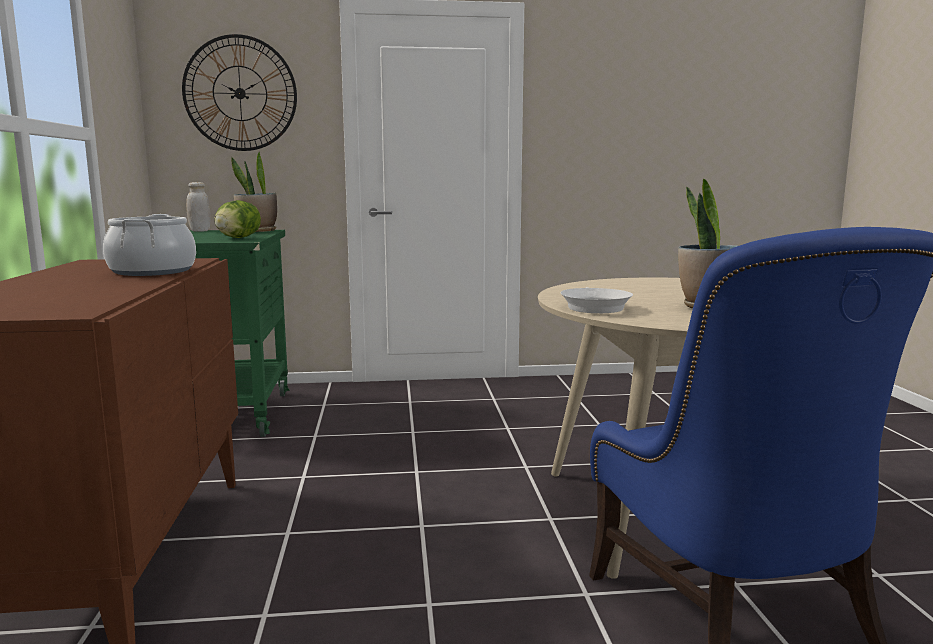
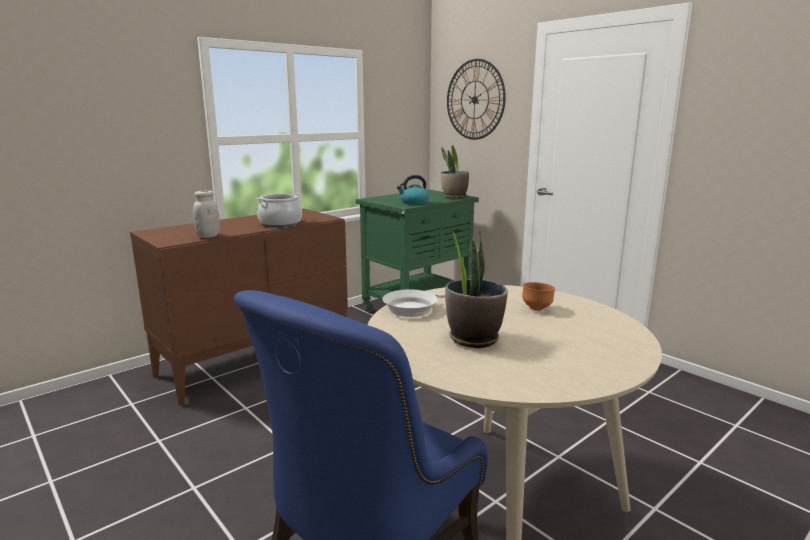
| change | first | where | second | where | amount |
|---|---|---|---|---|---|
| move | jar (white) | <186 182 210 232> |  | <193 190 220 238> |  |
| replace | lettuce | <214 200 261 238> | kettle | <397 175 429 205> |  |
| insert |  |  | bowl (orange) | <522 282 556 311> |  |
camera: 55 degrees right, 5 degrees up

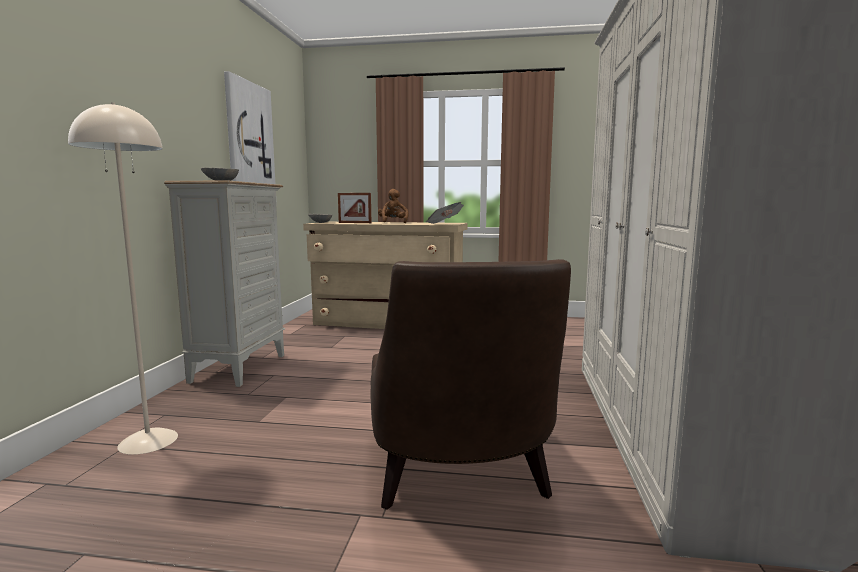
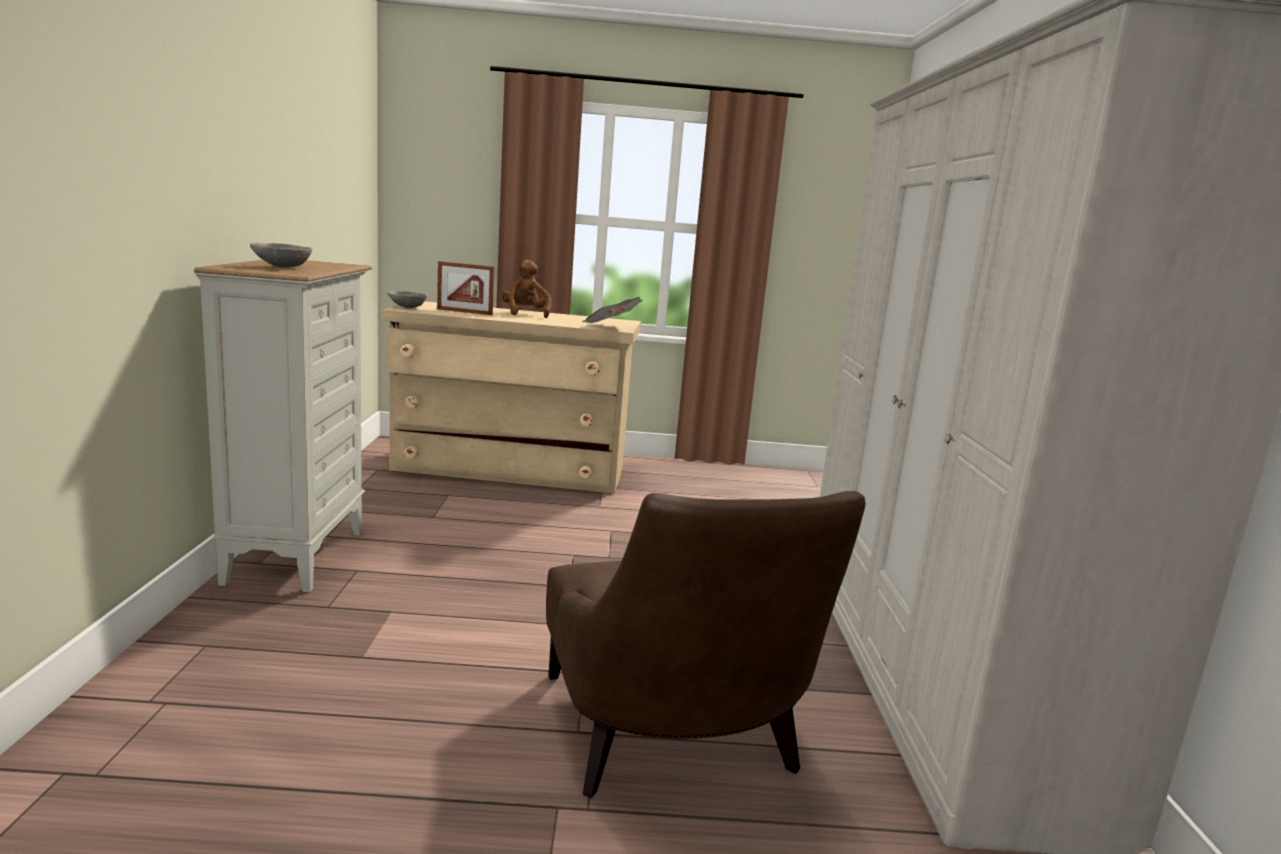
| change | first | where | second | where | amount |
|---|---|---|---|---|---|
| delete | floor lamp (beige) | <68 102 178 455> |  |  |  |
| delete | picture | <224 71 277 206> |  |  |  |
camera: 10 degrees left, 5 degrees up

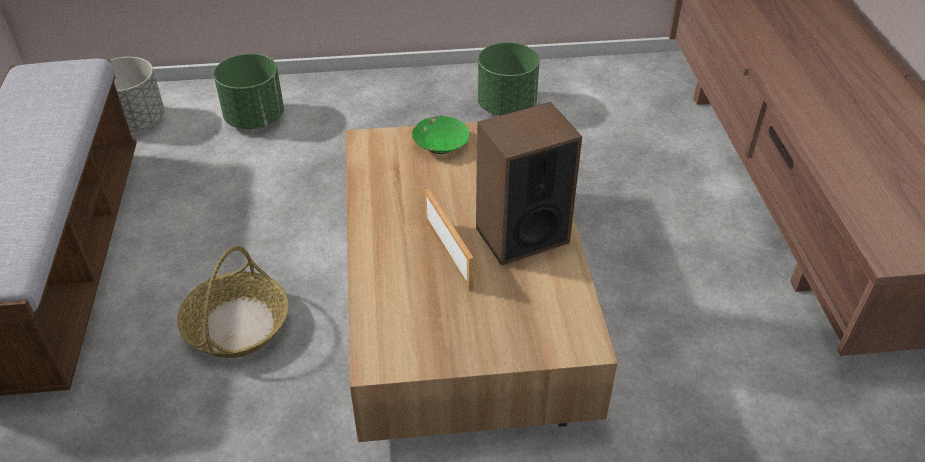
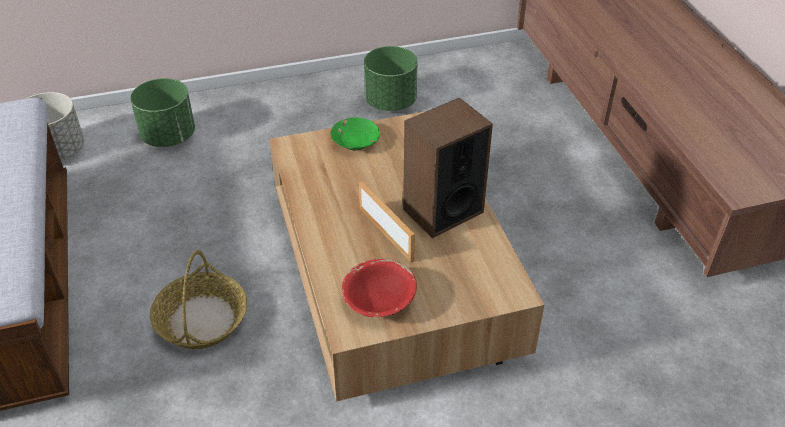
| change | first | where | second | where | amount |
|---|---|---|---|---|---|
| insert |  |  | bowl (red) | <342 258 417 317> |  |
camera: 10 degrees left, 0 degrees up

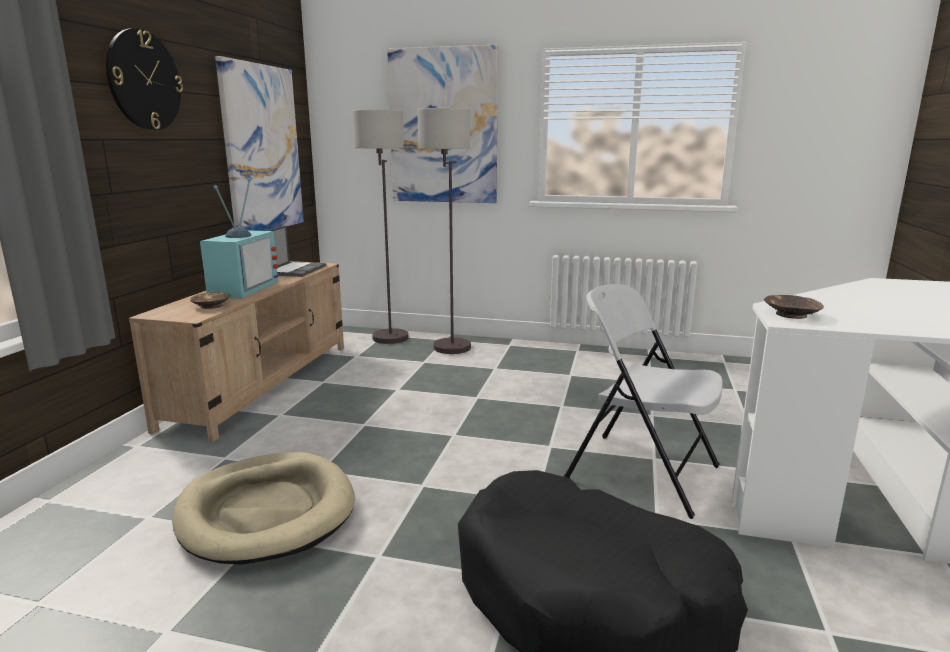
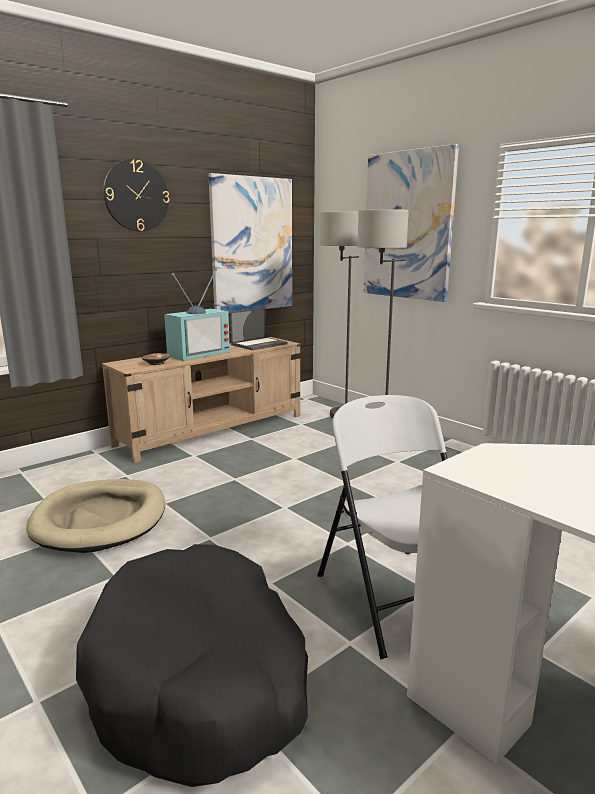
| change | first | where | second | where | amount |
|---|---|---|---|---|---|
| delete | bowl (brown) | <764 295 824 319> |  |  |  |
camera: 35 degrees right, 0 degrees up

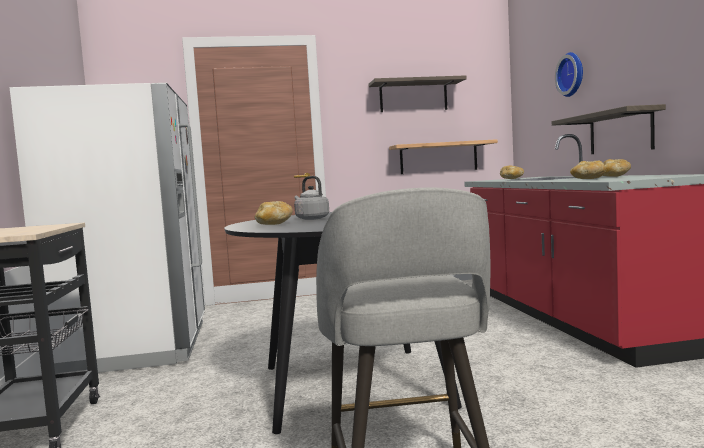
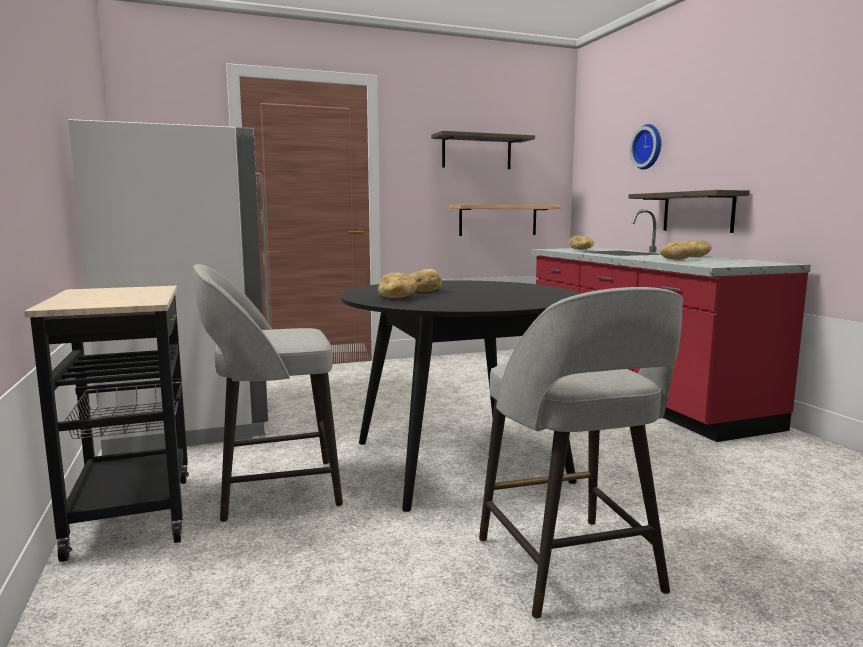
| change | first | where | second | where | amount |
|---|---|---|---|---|---|
| replace | kettle (grey) | <294 176 329 220> | bread | <409 269 442 292> |  |
| insert |  |  | stool (grey) | <193 264 343 522> |  |
camera: 10 degrees left, 5 degrees up

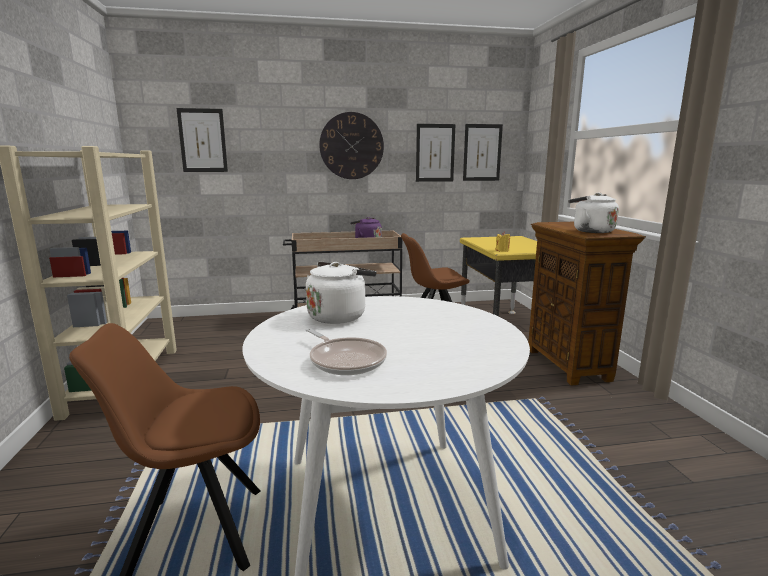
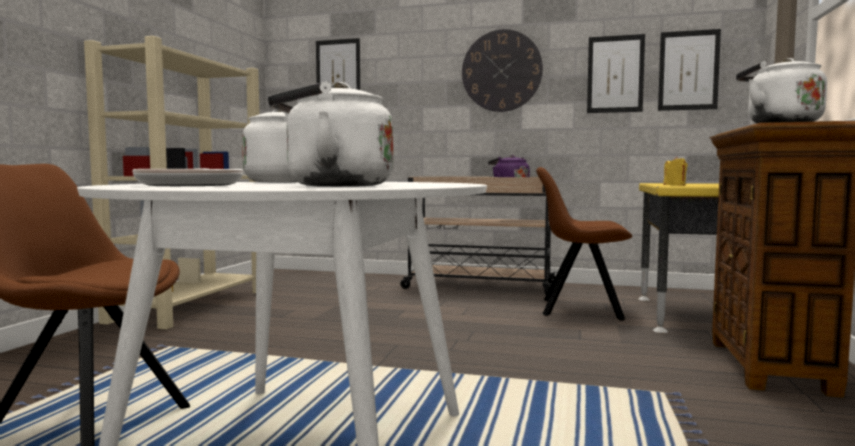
| change | first | where | second | where | amount |
|---|---|---|---|---|---|
| insert |  |  | kettle (white) | <268 81 393 187> |  |
camera: 25 degrees right, 10 degrees down

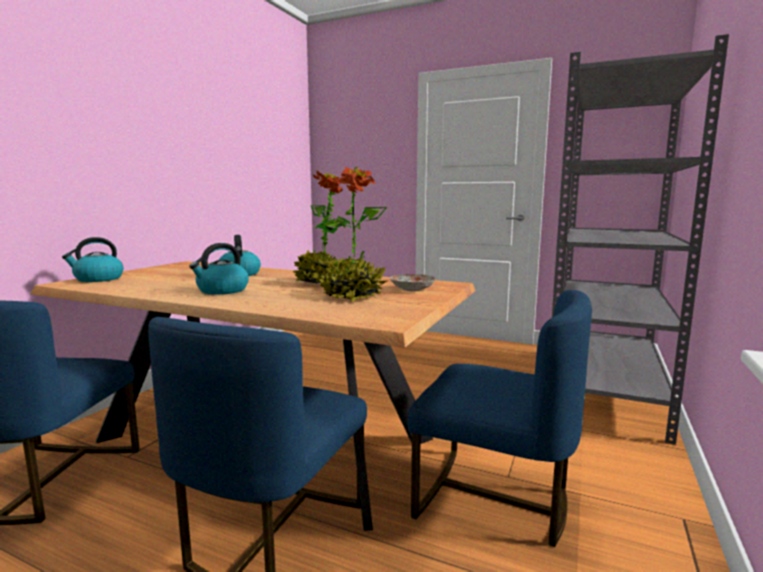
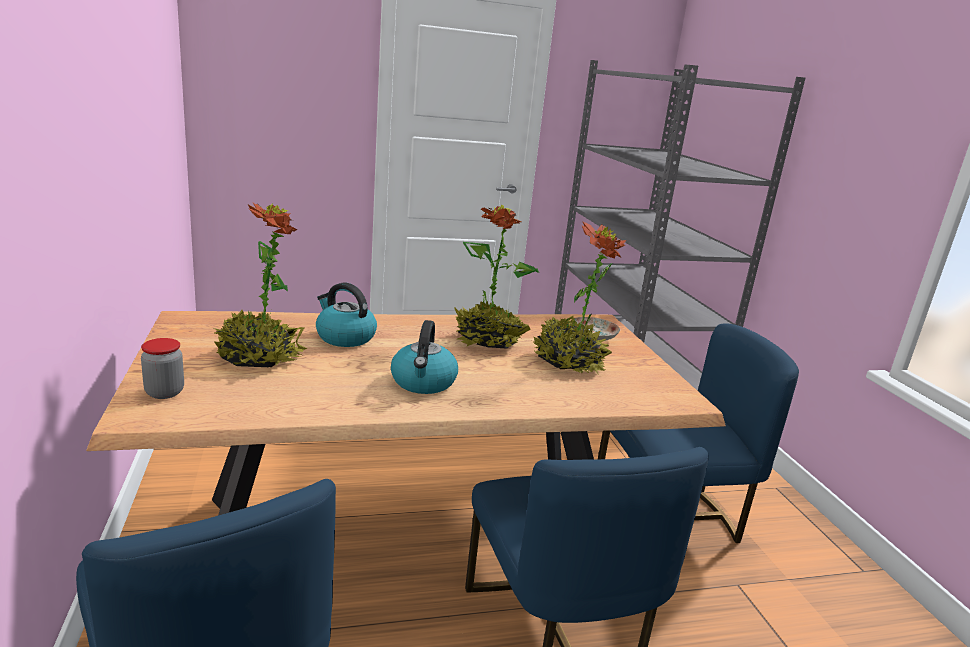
| change | first | where | second | where | amount |
|---|---|---|---|---|---|
| replace | kettle | <62 237 123 282> | jar | <141 338 184 399> |  |
| insert |  |  | potted plant | <214 203 307 367> |  |
camera: 40 degrees left, 10 degrees up

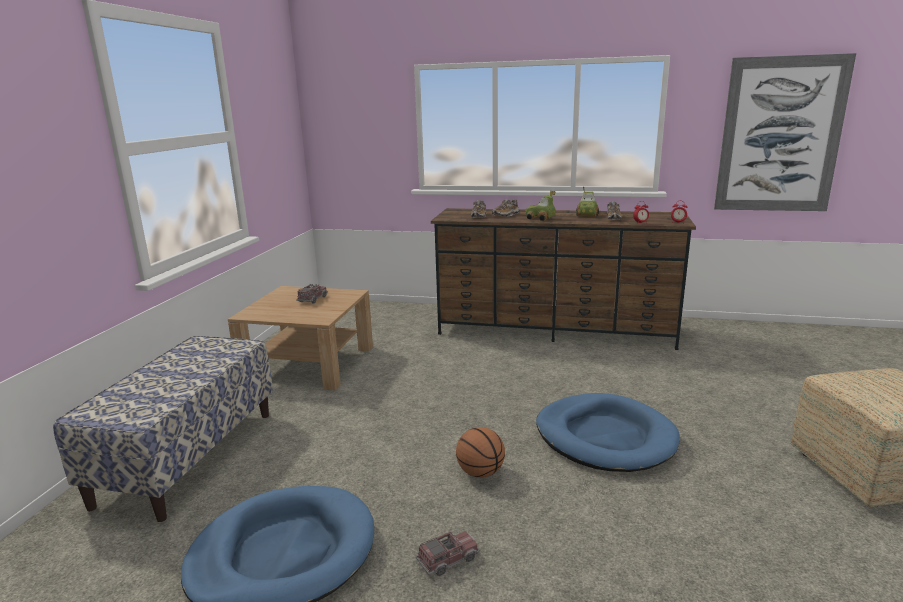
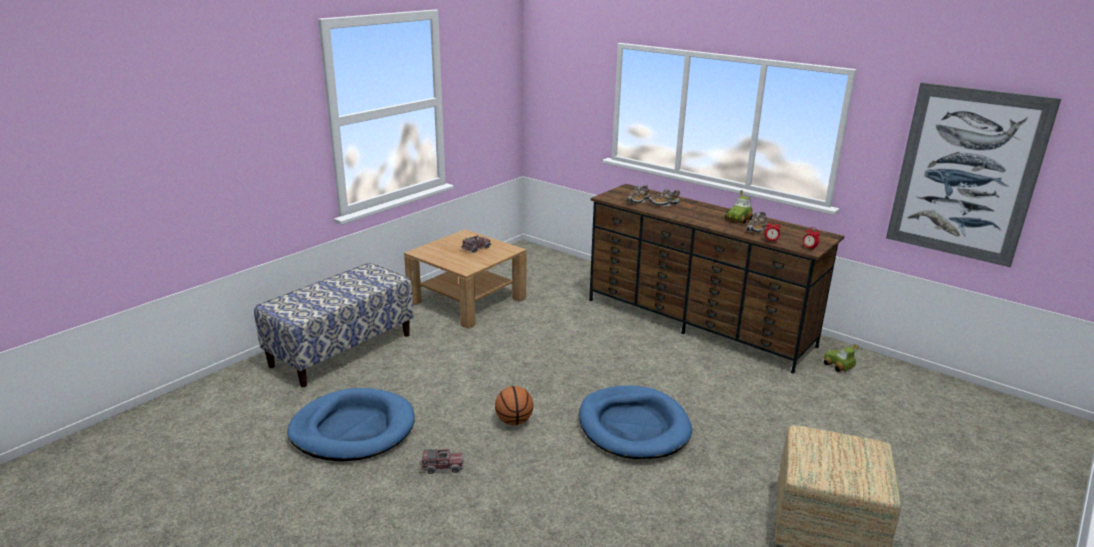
| change | first | where | second | where | amount |
|---|---|---|---|---|---|
| move | toy car | <526 191 555 221> |  | <824 344 858 372> |  |
camera: 25 degrees right, 5 degrees up

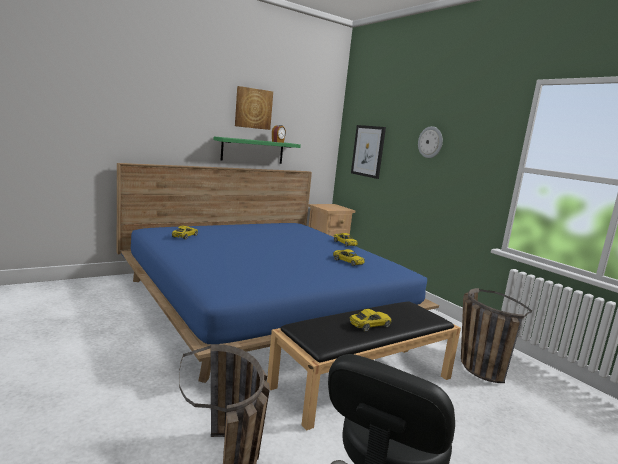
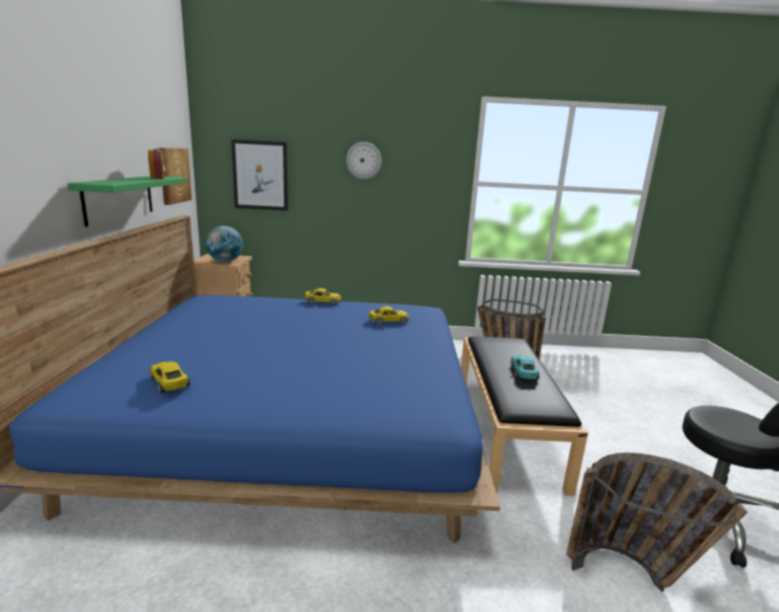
| change | first | where | second | where | amount |
|---|---|---|---|---|---|
| move | picture | <235 86 273 130> |  | <159 148 192 205> |  |
| recolor | toy car (yellow) | <350 309 392 332> | toy car (turquoise) | <511 355 539 380> |  |
| insert |  |  | globe | <205 226 243 262> |  |
camera: 55 degrees left, 5 degrees up

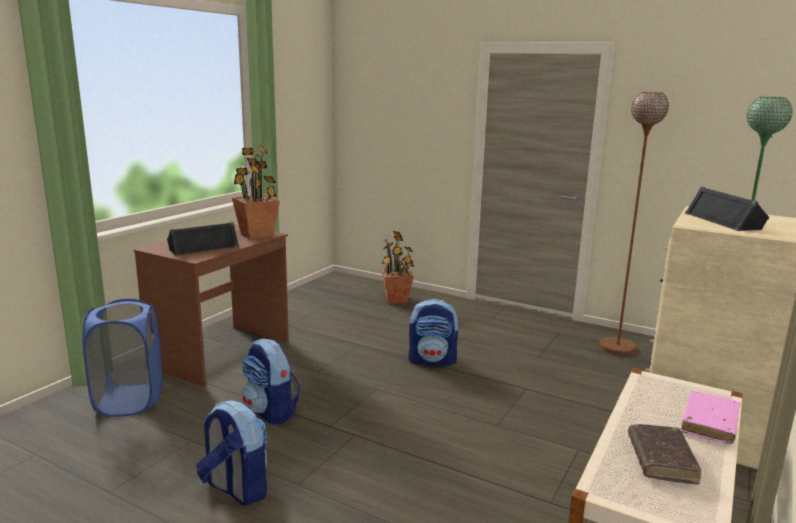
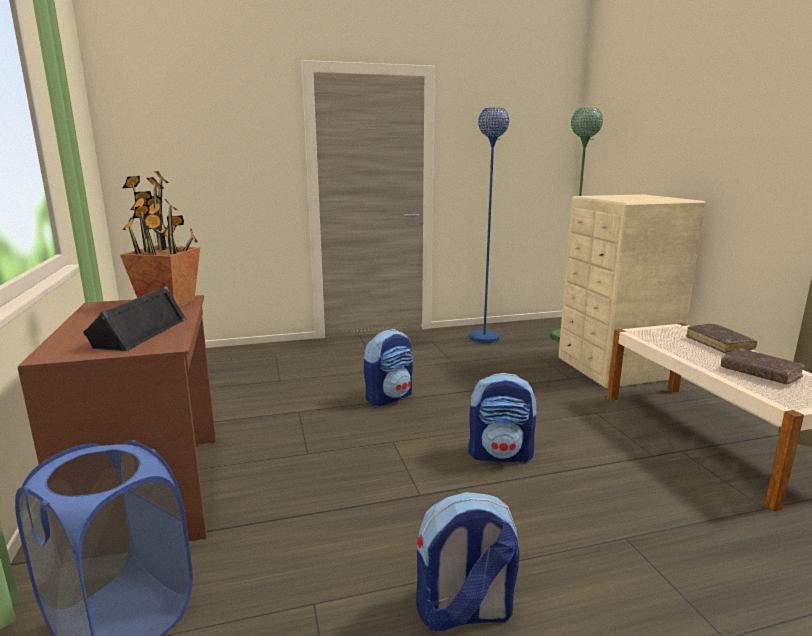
| change | first | where | second | where | amount |
|---|---|---|---|---|---|
| move | backpack | <242 338 300 425> |  | <468 373 538 463> |  |
| delete | potted plant | <382 231 414 303> |  |  |  |
| recolor | floor lamp (brown) | <600 92 669 355> | floor lamp (blue) | <469 107 509 343> |  |
| recolor | book (pink) | <681 391 740 444> | book (brown) | <686 324 757 354> |  |
| delete | speaker (black) | <685 186 769 231> |  |  |  |
camera: 45 degrees left, 0 degrees up

